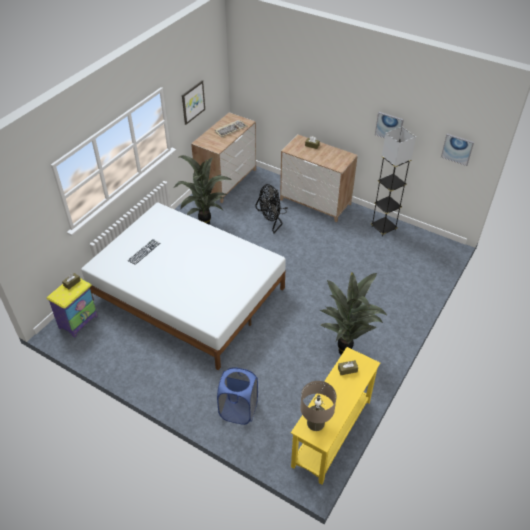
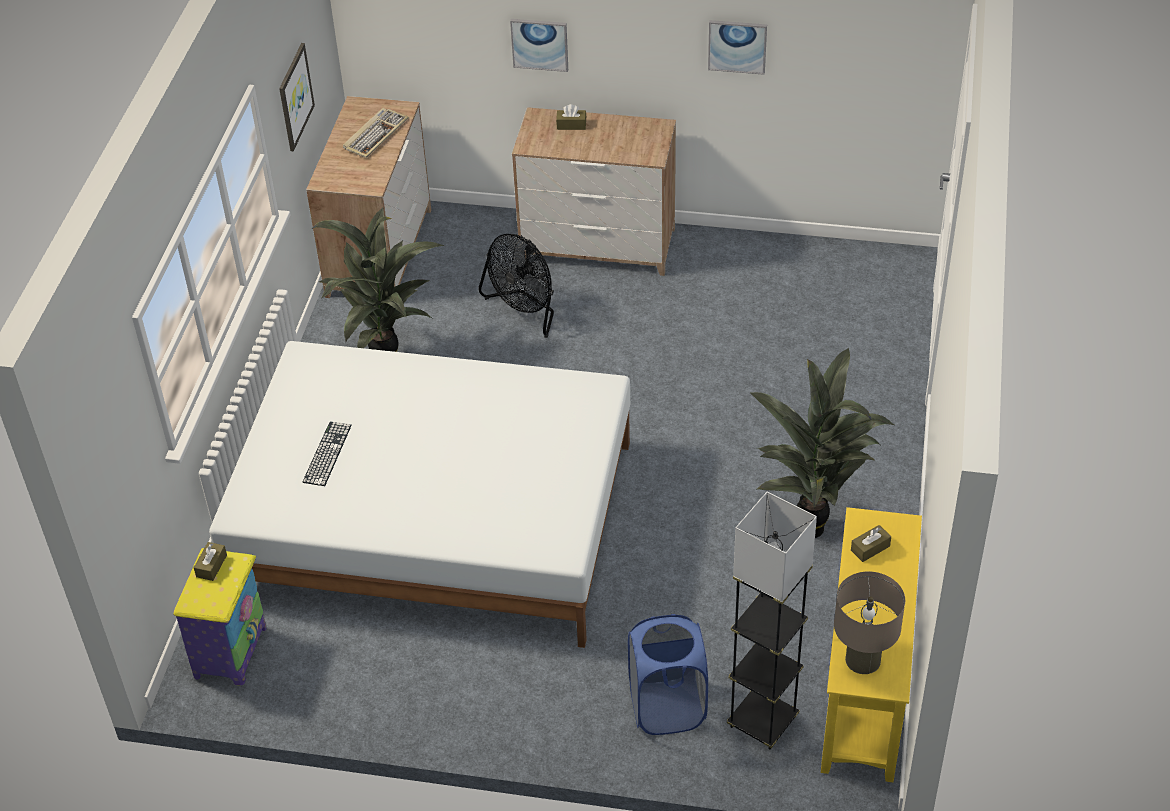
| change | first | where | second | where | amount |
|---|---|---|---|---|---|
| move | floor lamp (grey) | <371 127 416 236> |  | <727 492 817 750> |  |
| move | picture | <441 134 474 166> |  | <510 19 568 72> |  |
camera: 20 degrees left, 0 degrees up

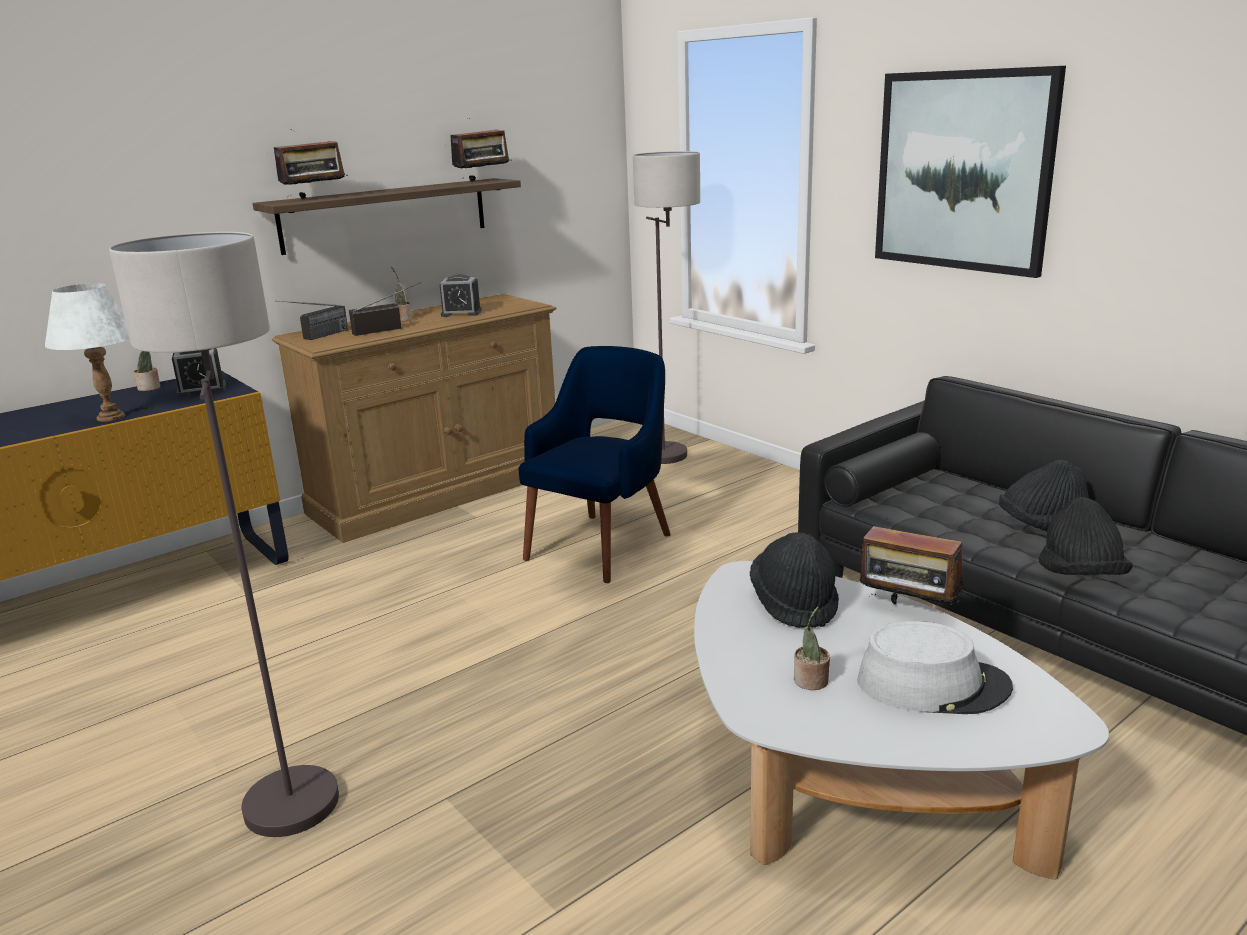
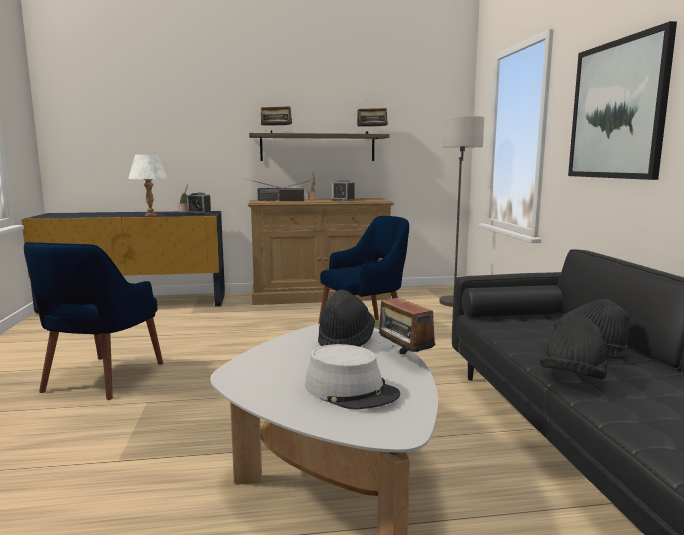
| change | first | where | second | where | amount |
|---|---|---|---|---|---|
| replace | floor lamp (grey) | <109 232 339 837> | armchair (blue) | <24 242 163 400> |  |
| delete | potted plant | <794 607 830 690> |  |  |  |
camera: 30 degrees right, 10 degrees down

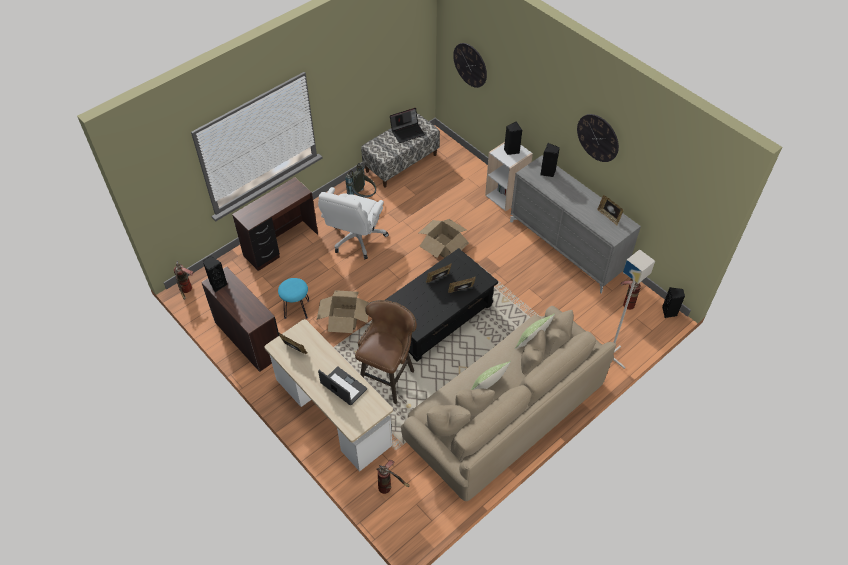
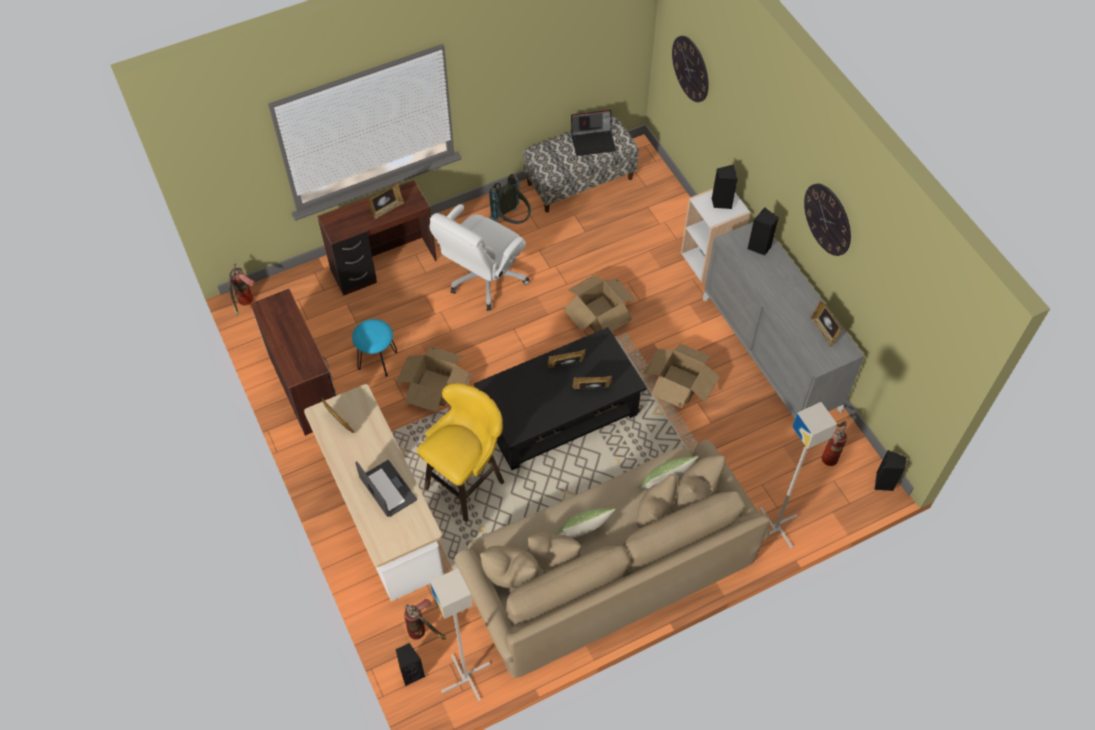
| change | first | where | second | where | amount |
|---|---|---|---|---|---|
| move | speaker (black) | <203 256 228 292> |  | <396 643 426 686> |  |
| recolor | stool (brown) | <355 300 417 404> | stool (yellow) | <417 383 504 522> |  |
| insert |  |  | picture frame | <368 183 404 220> |  |
| insert |  |  | floor lamp (grey) | <430 568 490 701> |  |
| insert |  |  | cardboard box | <643 343 720 408> |  |
camera: 15 degrees right, 5 degrees up

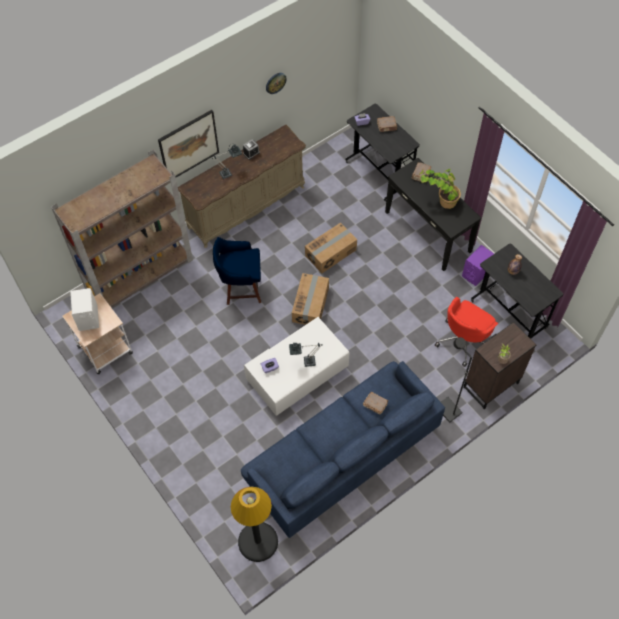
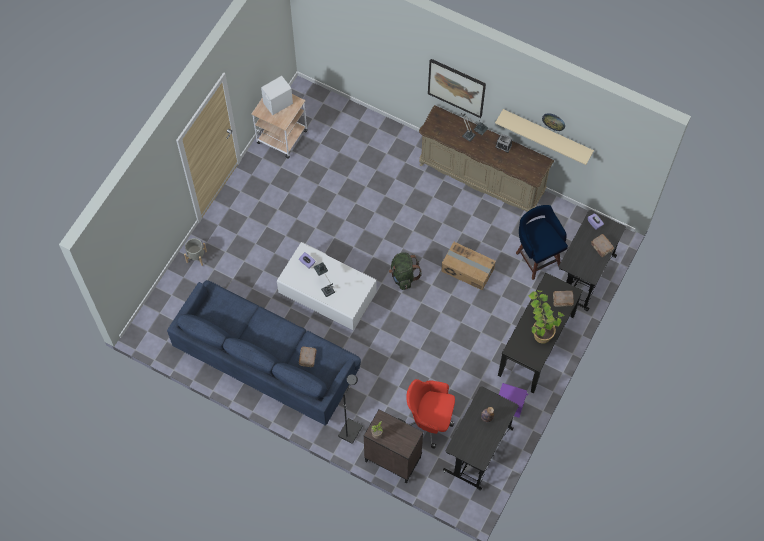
| change | first | where | second | where | amount |
|---|---|---|---|---|---|
| delete | bookcase (brown) | <51 150 193 308> |  |  |  |
| move | stool (blue) | <213 237 261 305> |  | <516 205 568 280> |  |
| delete | floor lamp (black) | <231 487 278 562> |  |  |  |
| replace | cardboard box | <292 273 329 325> | backpack (green) | <389 252 422 290> |  |
| insert |  |  | planter (grey) | <184 238 207 266> |  |
| insert |  |  | shelf (beige) | <495 109 594 165> |  |
camera: 65 degrees right, 5 degrees up

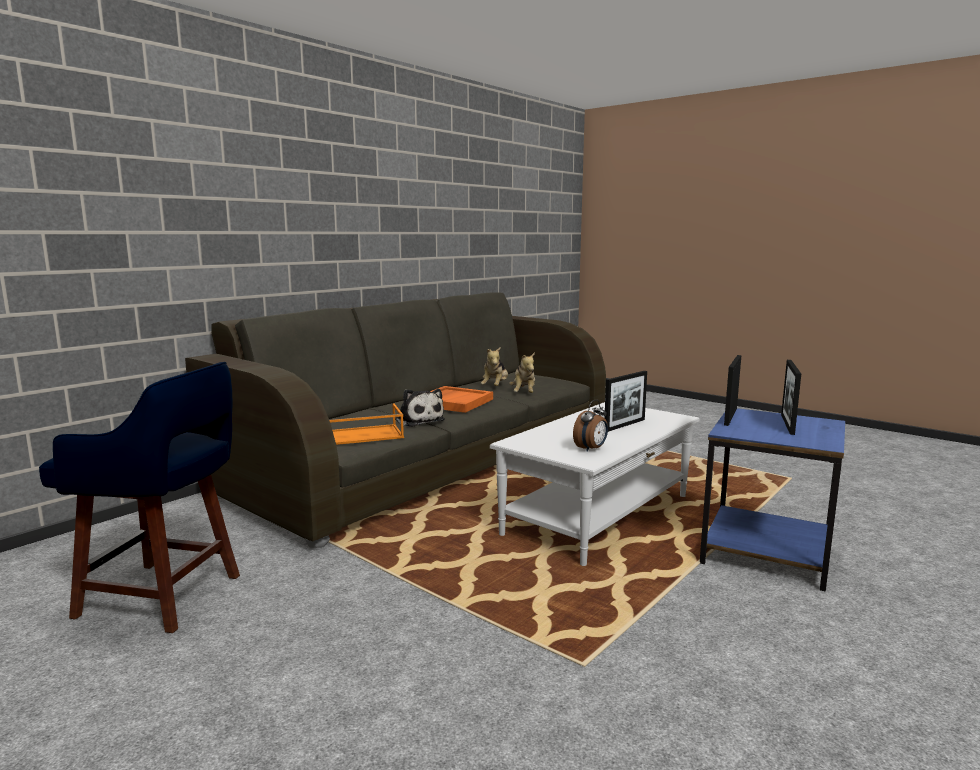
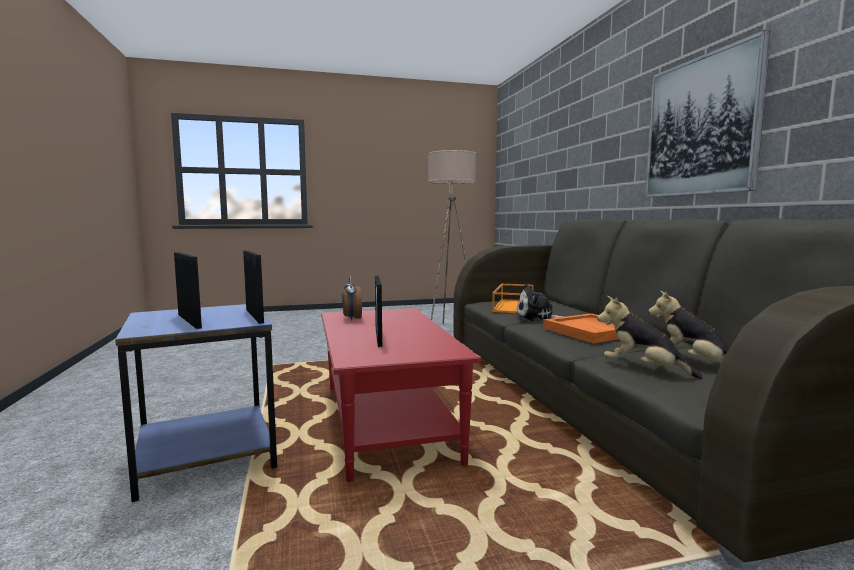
| change | first | where | second | where | amount |
|---|---|---|---|---|---|
| replace | stool (blue) | <39 362 240 633> | floor lamp (beige) | <428 150 476 324> |  |
| recolor | coffee table (white) | <490 402 700 566> | coffee table (red) | <321 308 481 482> |  |
| insert |  |  | picture | <645 30 771 197> |  |
camera: 125 degrees right, 5 degrees down

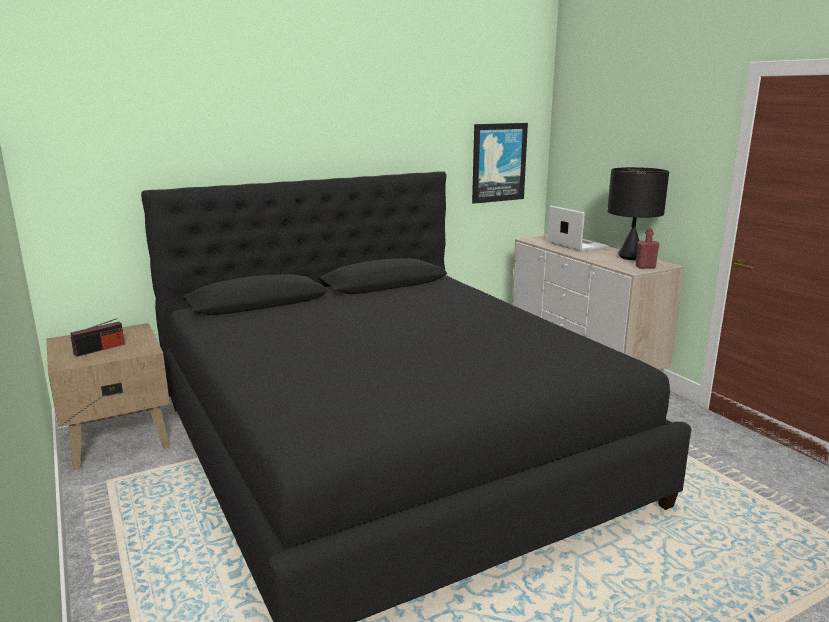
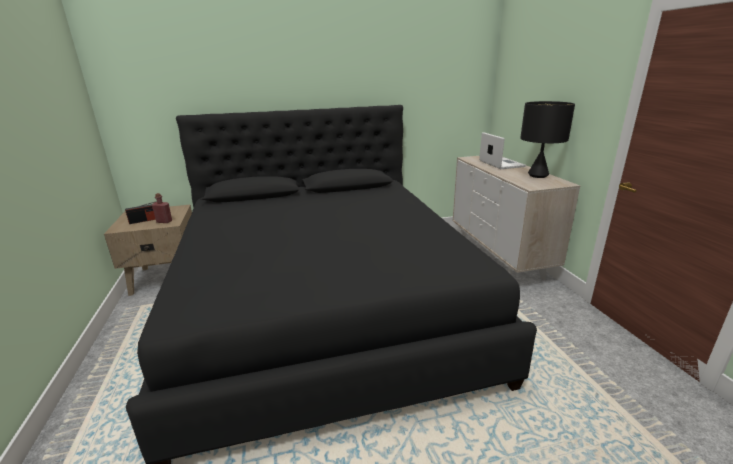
| change | first | where | second | where | amount |
|---|---|---|---|---|---|
| delete | picture | <472 123 528 204> |  |  |  |
| move | bottle (red) | <636 228 659 269> |  | <152 193 172 223> |  |
camera: 15 degrees right, 5 degrees up

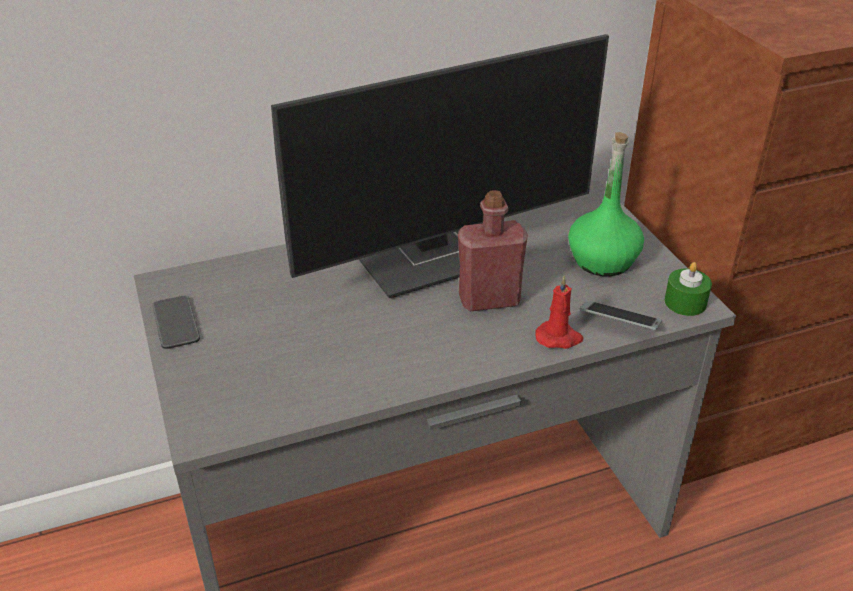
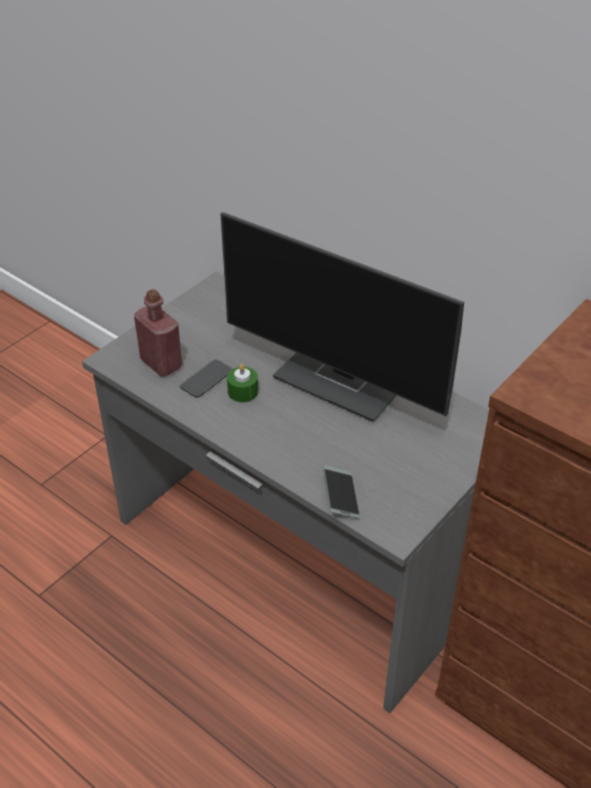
| change | first | where | second | where | amount |
|---|---|---|---|---|---|
| move | phone | <152 295 200 349> |  | <180 359 232 398> |  |
| move | bottle (red) | <458 190 528 311> |  | <134 289 182 377> |  |
| delete | candle (red) | <535 275 584 349> |  |  |  |
| delete | bottle (green) | <568 132 644 276> |  |  |  |
| move | candle (green) | <664 262 712 316> |  | <227 364 258 402> |  |
camera: 60 degrees right, 5 degrees up

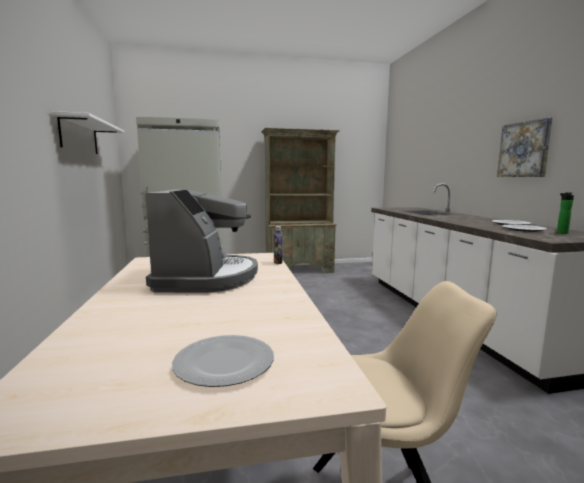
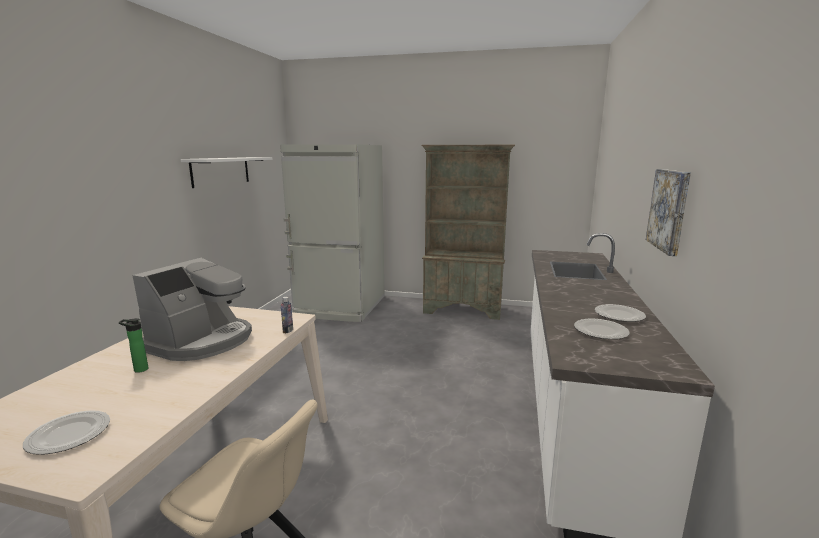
| change | first | where | second | where | amount |
|---|---|---|---|---|---|
| move | bottle | <557 192 574 234> |  | <119 318 148 373> |  |
camera: 25 degrees right, 5 degrees up

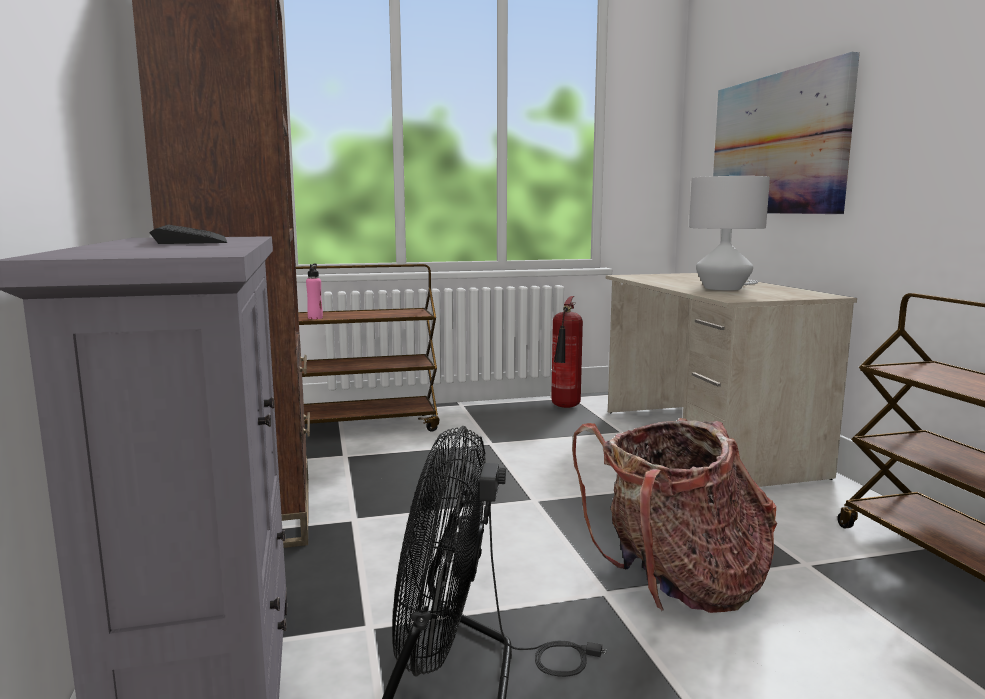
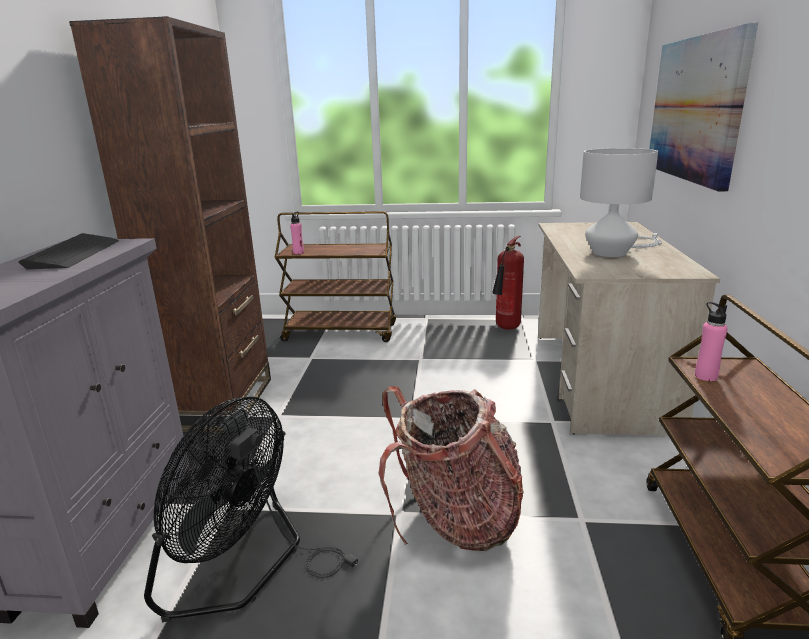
| change | first | where | second | where | amount |
|---|---|---|---|---|---|
| insert |  |  | bottle (pink) | <695 302 728 381> |  |
camera: 20 degrees right, 10 degrees up

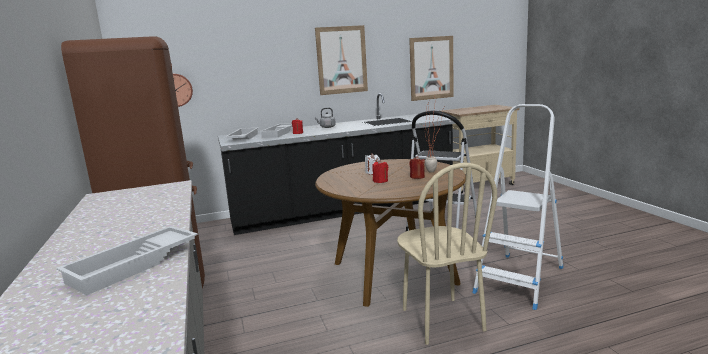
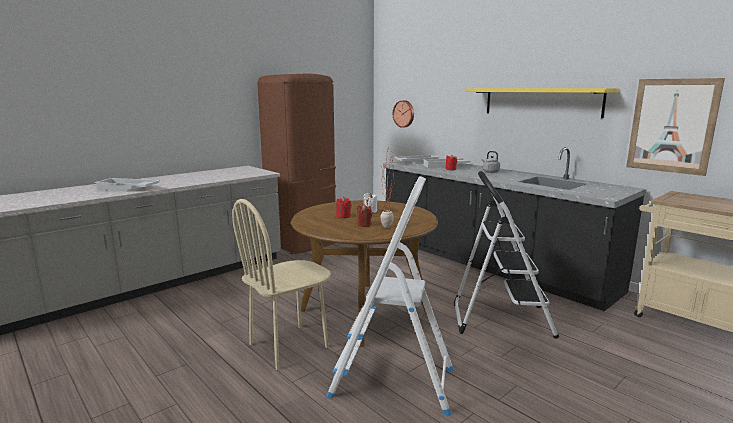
| change | first | where | second | where | amount |
|---|---|---|---|---|---|
| replace | picture | <315 25 368 95> | shelf (yellow) | <465 88 619 118> |  |
camera: 65 degrees right, 0 degrees up

